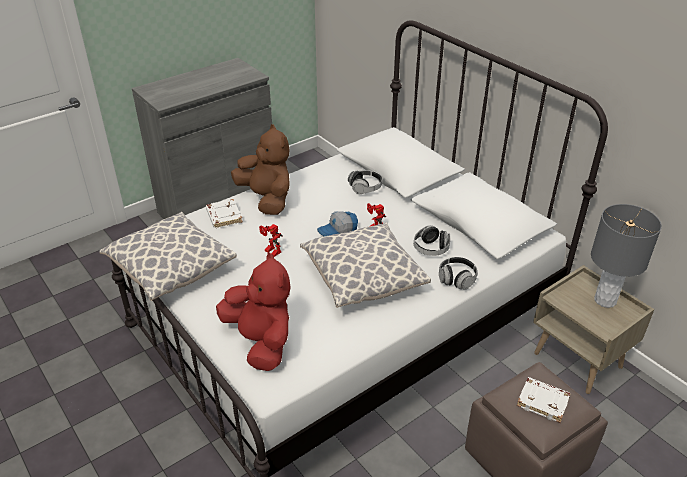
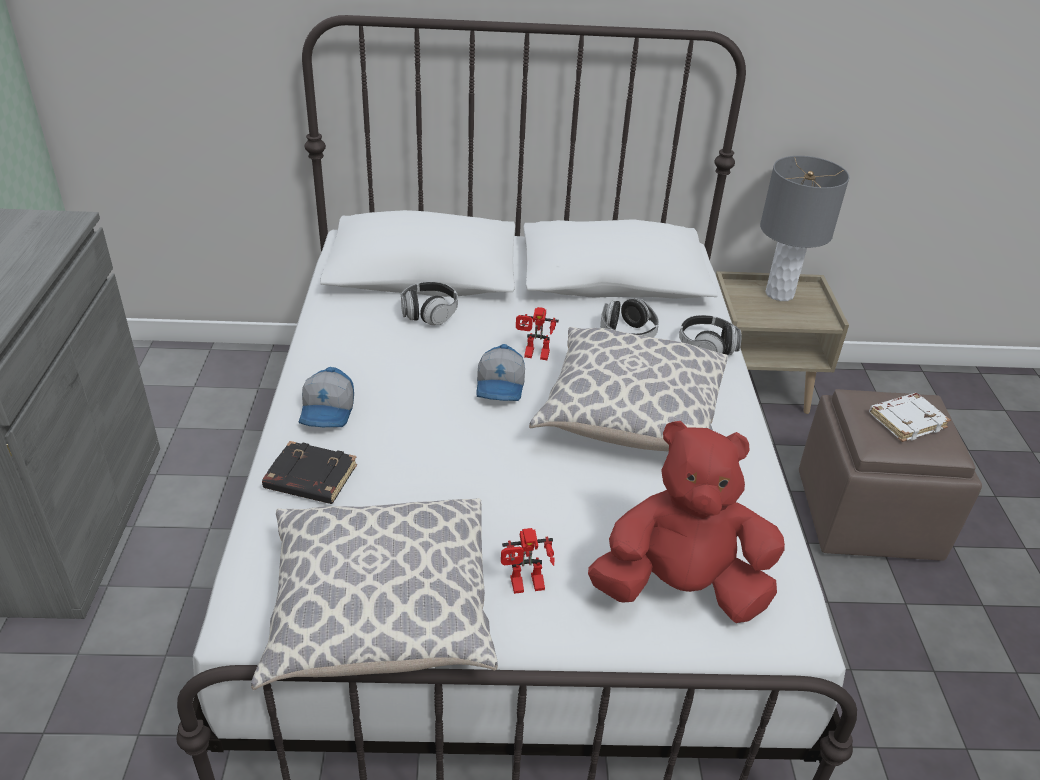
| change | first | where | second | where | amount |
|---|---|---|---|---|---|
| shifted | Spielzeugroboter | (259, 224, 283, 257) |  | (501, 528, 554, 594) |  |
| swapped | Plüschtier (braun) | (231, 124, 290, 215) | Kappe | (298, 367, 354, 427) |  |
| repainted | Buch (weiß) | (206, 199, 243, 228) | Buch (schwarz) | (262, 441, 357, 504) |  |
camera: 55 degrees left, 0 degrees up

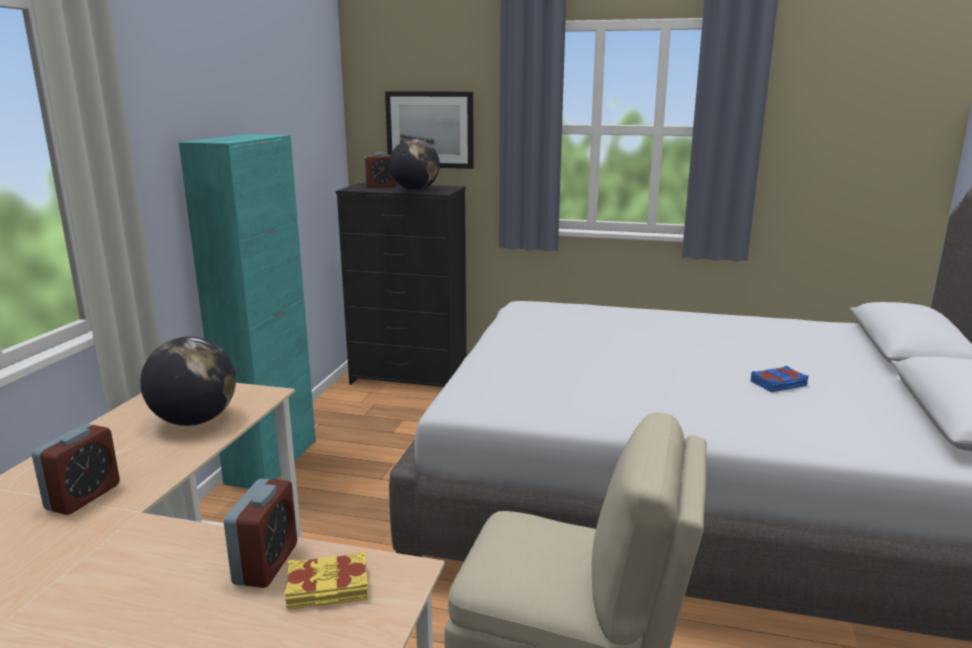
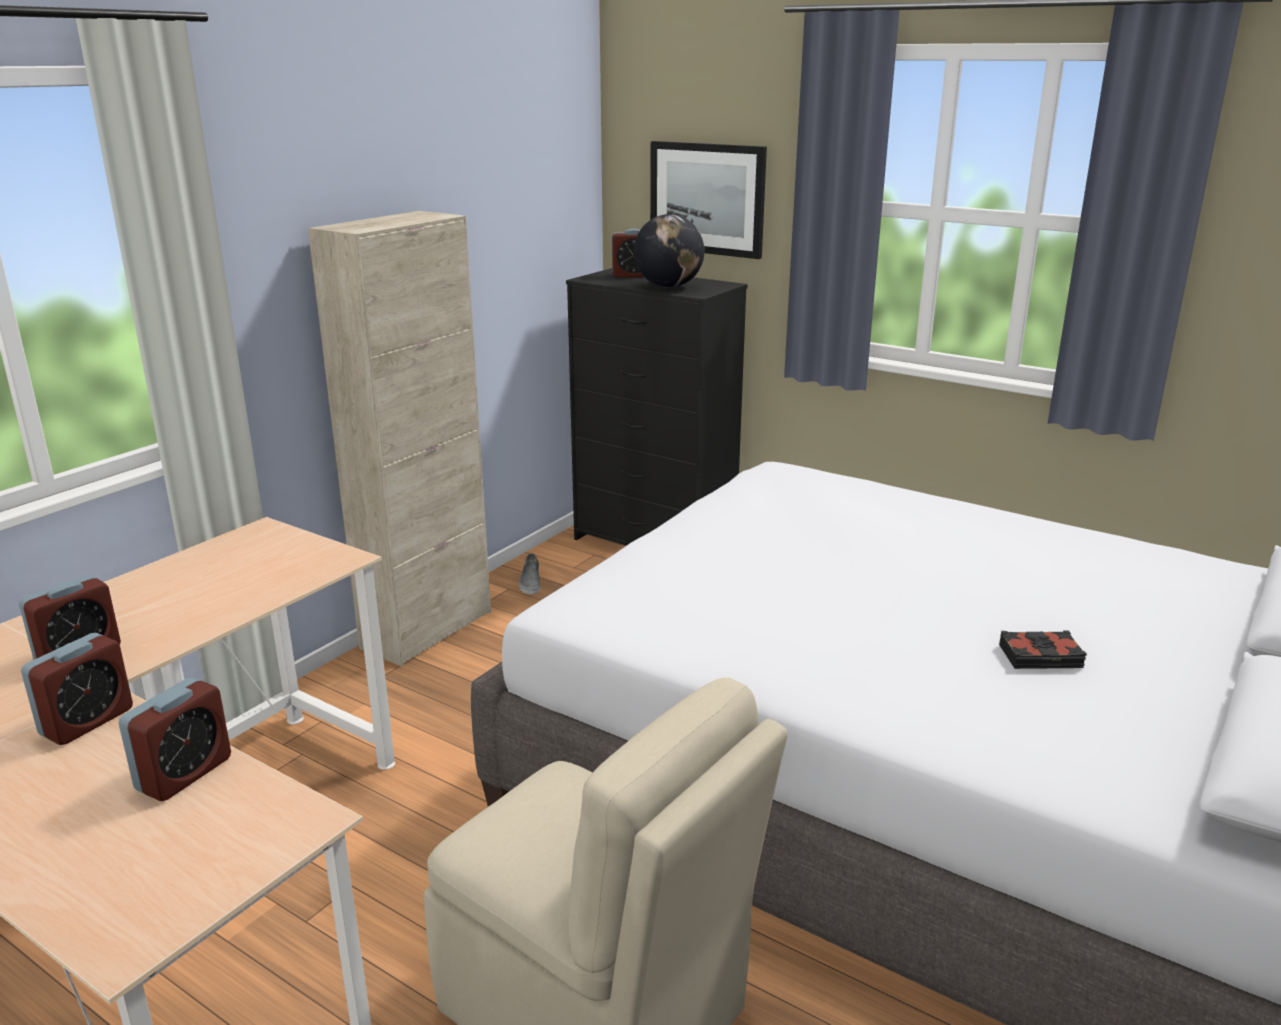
| change | first | where | second | where | amount |
|---|---|---|---|---|---|
| gone | Globus | (140, 337, 236, 426) |  |  |  |
| gone | Buch (gelb) | (285, 551, 368, 610) |  |  |  |
| new |  |  | Wecker | (21, 633, 133, 745) |  |
| new |  |  | Schuh (grau) | (520, 553, 540, 594) |  |
| repainted | Schrank (türkis) | (179, 134, 316, 488) | Schrank (beige) | (308, 211, 491, 666) |  |
| repainted | Buch (blau) | (751, 366, 809, 392) | Buch (schwarz) | (999, 630, 1087, 669) |  |
camera: 20 degrees right, 5 degrees up

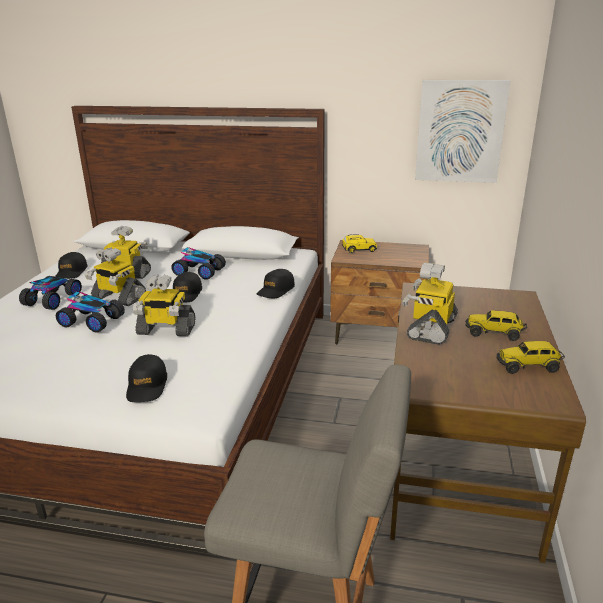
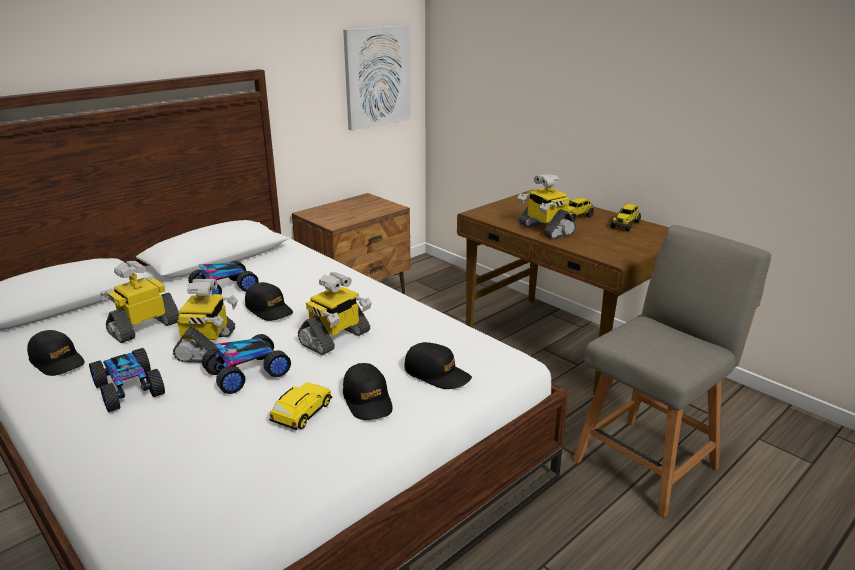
| change | first | where | second | where | amount |
|---|---|---|---|---|---|
| shifted | Kappe (schwarz) | (257, 269, 295, 298) |  | (343, 363, 393, 420) |  |
| shifted | Spielzeugauto (gelb) | (342, 234, 377, 253) |  | (269, 382, 332, 430) |  |
| rotated | Spielzeugroboter | (85, 247, 146, 306) |  | (173, 279, 238, 363) | 60 degrees counterclockwise |
camera: 55 degrees left, 0 degrees up

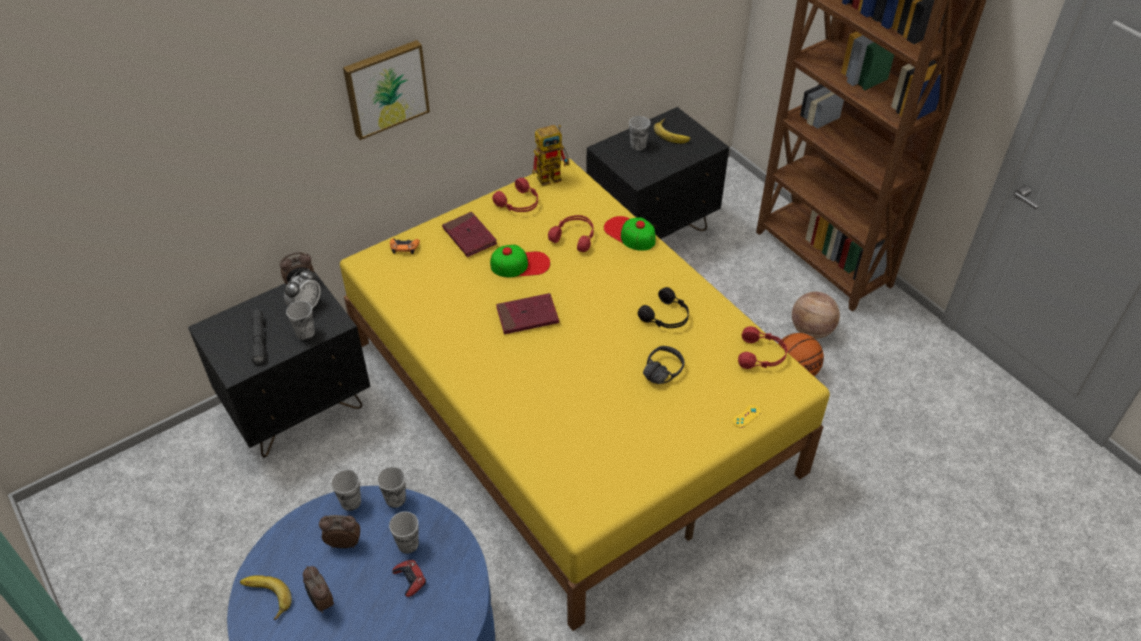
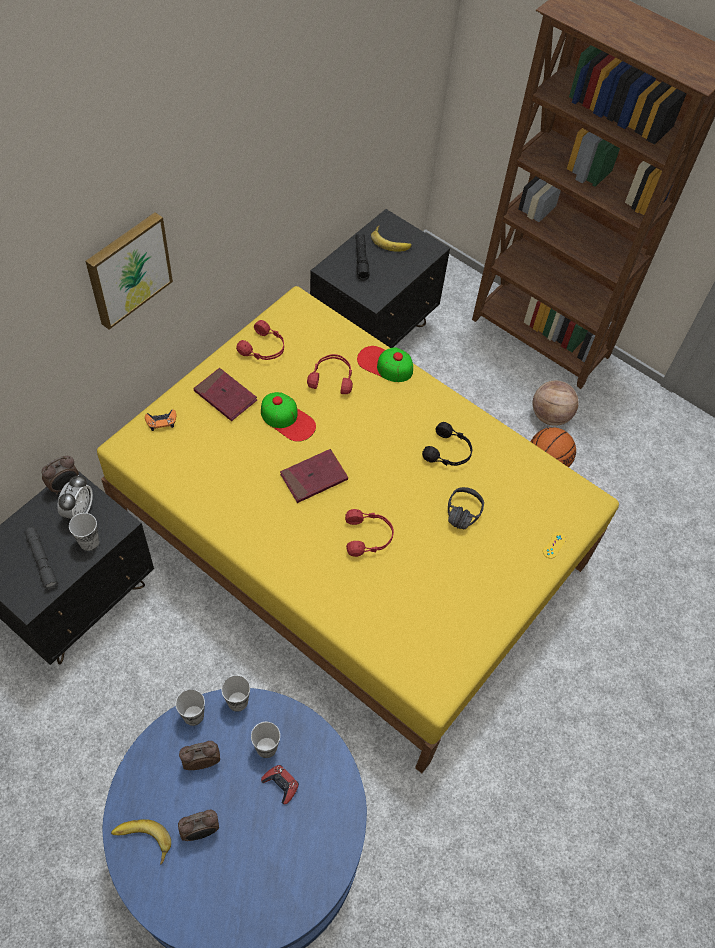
| change | first | where | second | where | amount |
|---|---|---|---|---|---|
| gone | Spielzeugroboter | (532, 125, 570, 186) |  |  |  |
| shifted | Kopfhörer (rot) | (738, 326, 787, 369) |  | (345, 509, 394, 557) |  |
| swapped | Tasse | (629, 116, 650, 151) | Taschenlampe (schwarz) | (355, 234, 370, 280) |  |
| rotated | Wecker | (303, 566, 334, 613) |  | (178, 810, 219, 841) | 60 degrees counterclockwise |
| rotated | Kappe | (490, 244, 550, 277) |  | (261, 392, 316, 442) | 60 degrees clockwise |
camera: 20 degrees left, 10 degrees up

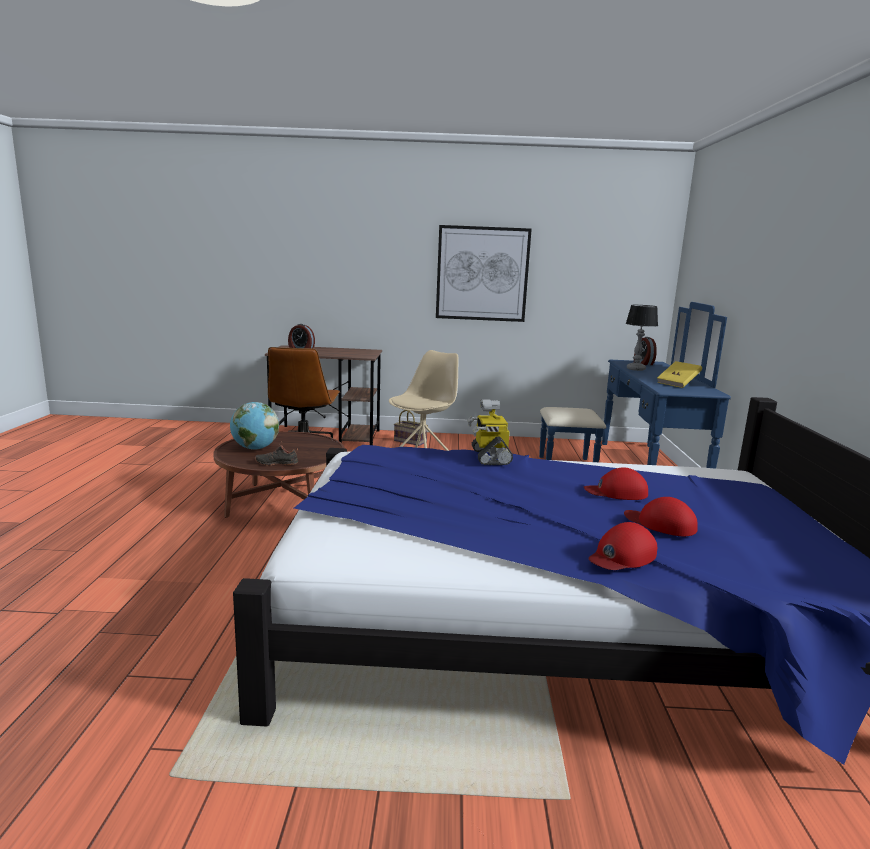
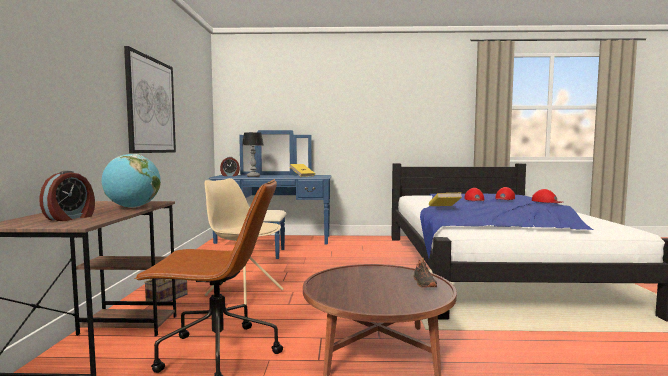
| change | first | where | second | where | amount |
|---|---|---|---|---|---|
| shifted | Globus | (230, 402, 279, 450) |  | (102, 154, 161, 208) |  |
| swapped | Spielzeugroboter | (467, 400, 513, 465) | Buch (gelb) | (429, 193, 462, 206) |  |
camera: 90 degrees left, 10 degrees down

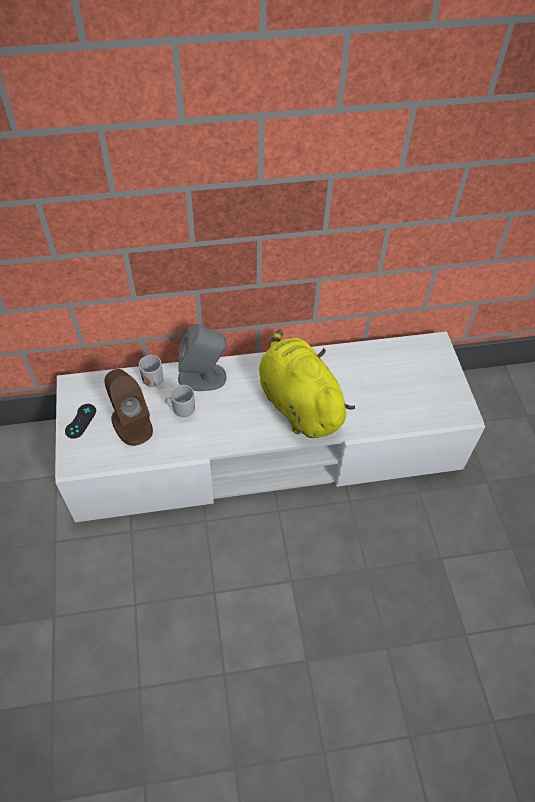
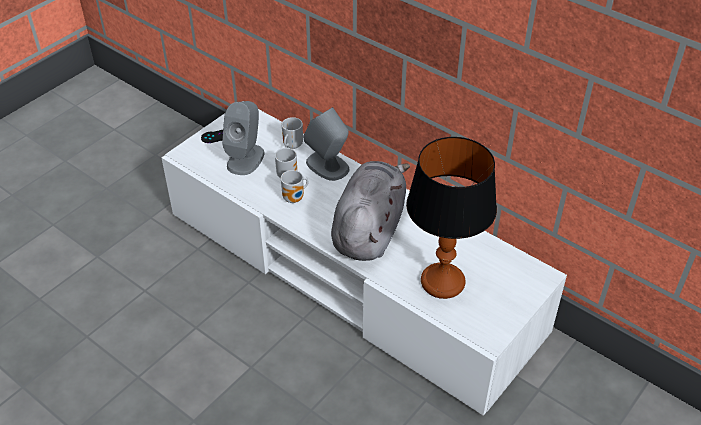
| change | first | where | second | where | amount |
|---|---|---|---|---|---|
| new |  |  | Henkelbecher | (281, 170, 309, 203) |  |
| new |  |  | Tischlampe | (406, 137, 497, 299) |  |
| repainted | Lautsprecher (braun) | (104, 369, 153, 446) | Lautsprecher (grau) | (222, 101, 264, 175) |  |
| repainted | Plüschtier (gelb) | (259, 329, 355, 438) | Plüschtier (grau) | (331, 161, 410, 261) |  |
camera: 50 degrees right, 10 degrees down

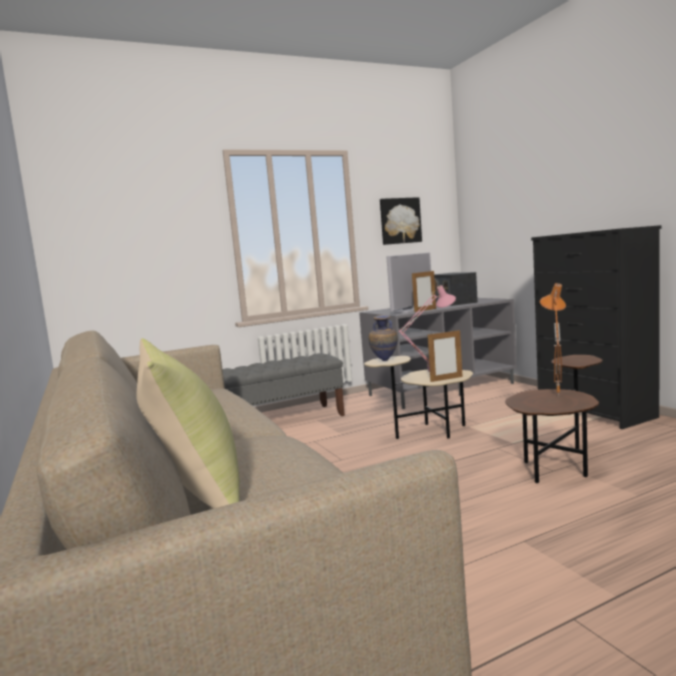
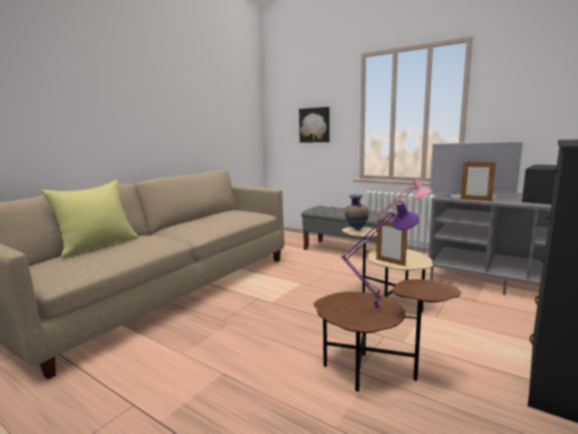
| change | first | where | second | where | amount |
|---|---|---|---|---|---|
| shifted | Bild | (380, 197, 422, 245) |  | (299, 107, 330, 142) |  |
| repainted | Tischlampe (orange) | (540, 283, 566, 396) | Tischlampe (lila) | (341, 201, 419, 310) |  |
camera: 60 degrees right, 5 degrees up

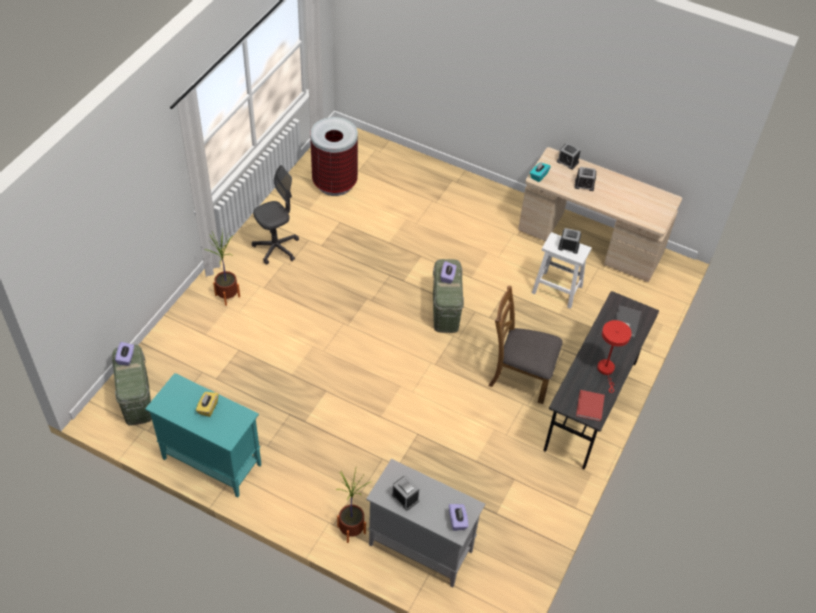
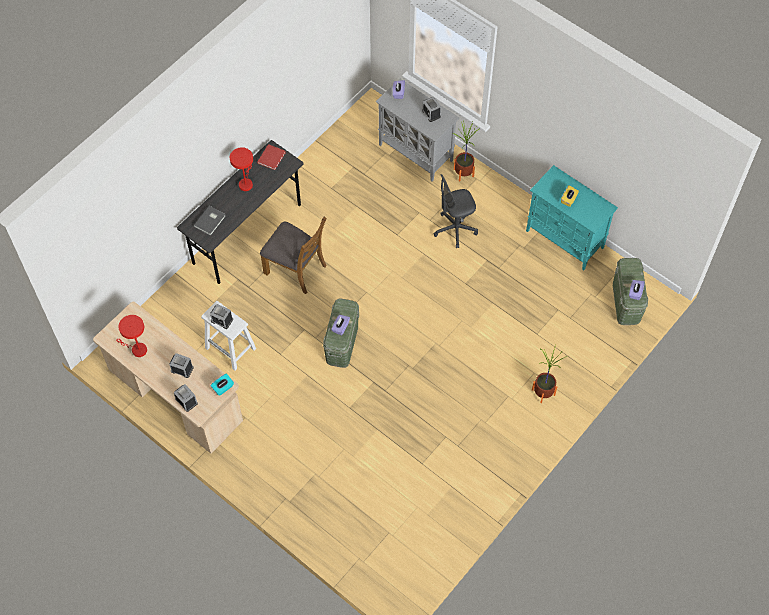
| change | first | where | second | where | amount |
|---|---|---|---|---|---|
| gone | Mülleimer | (310, 117, 358, 196) |  |  |  |
| new |  |  | Tischlampe (rot) | (116, 315, 147, 357) |  |
| shifted | Bürostuhl (grau) | (252, 165, 299, 265) |  | (433, 174, 478, 248) |  |
camera: 165 degrees left, 10 degrees up

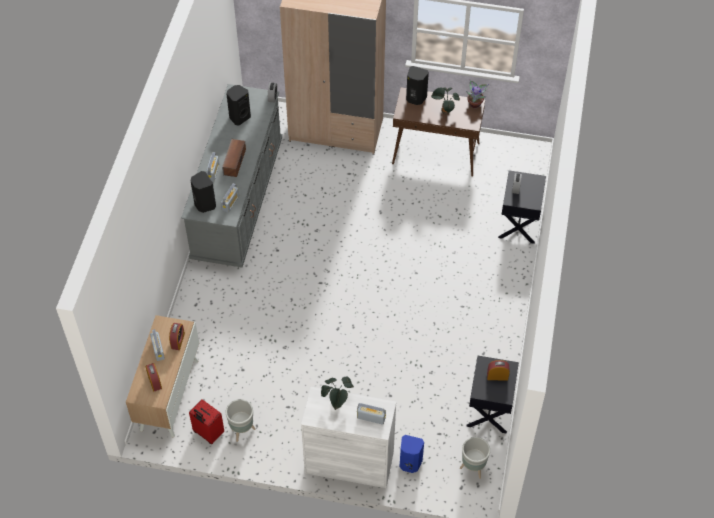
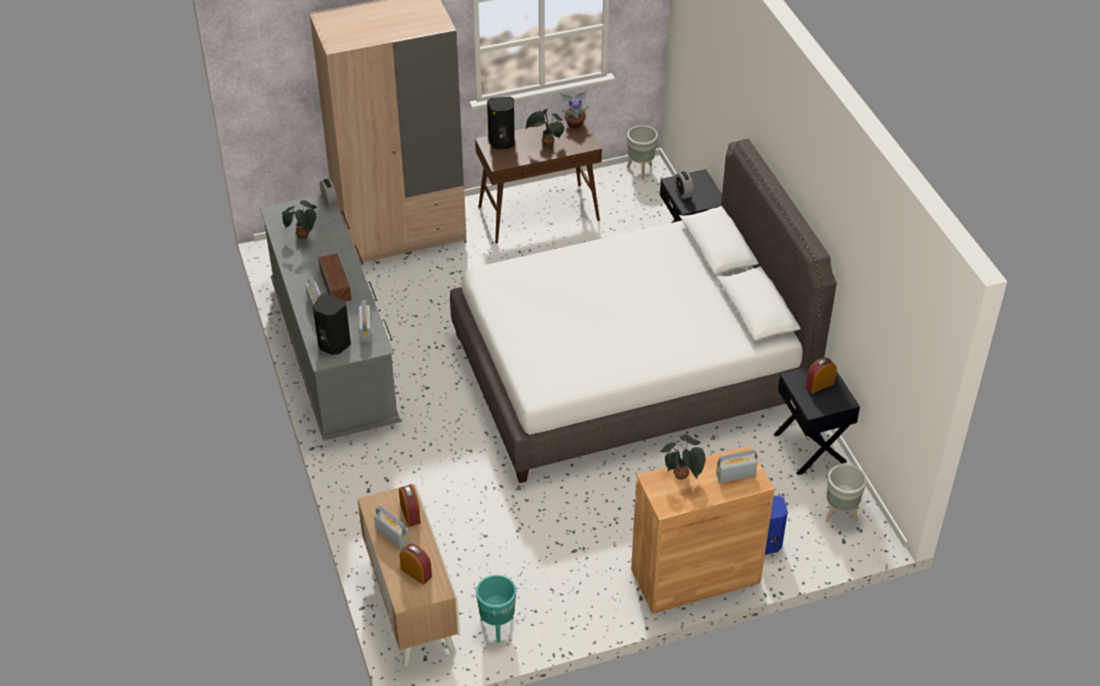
| change | first | where | second | where | amount |
|---|---|---|---|---|---|
| new |  |  | Bett (weiß) | (450, 139, 837, 483) |  |
| shifted | Pflanzkübel (grau) | (226, 399, 255, 442) |  | (627, 125, 658, 180) |  |
| swapped | Koffer (rot) | (189, 399, 224, 444) | Pflanzkübel (türkis) | (476, 575, 516, 643) |  |
| swapped | Lautsprecher (schwarz) | (226, 85, 251, 125) | Topfpflanze | (282, 200, 317, 239) |  |
| repainted | Schrank (weiß) | (301, 387, 396, 488) | Schrank (braun) | (631, 445, 775, 614) |  |
camera: 30 degrees left, 10 degrees down

